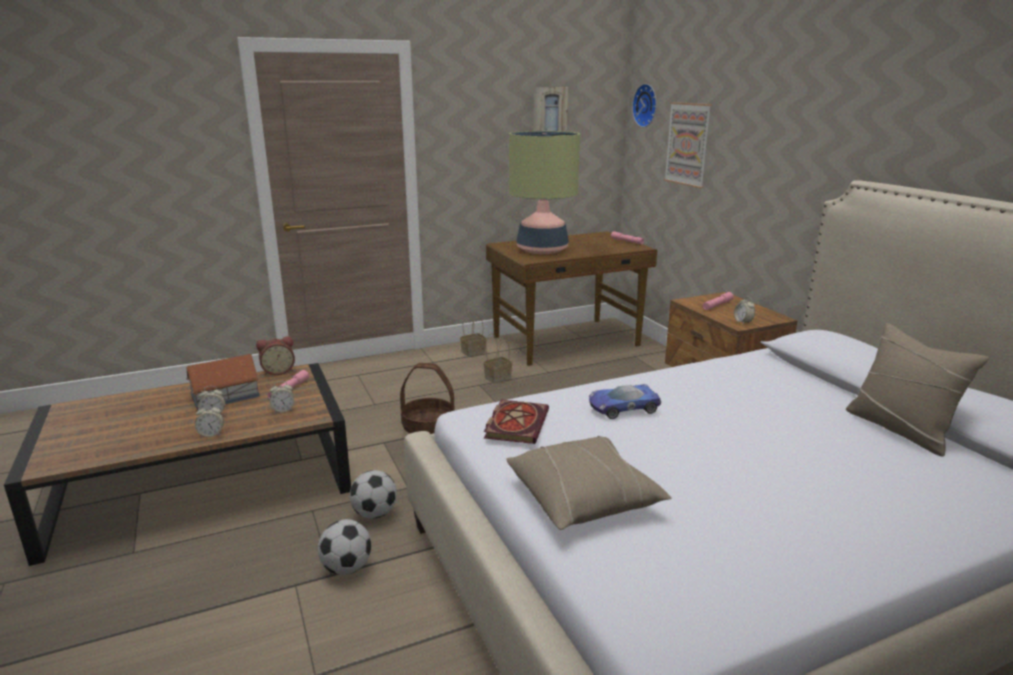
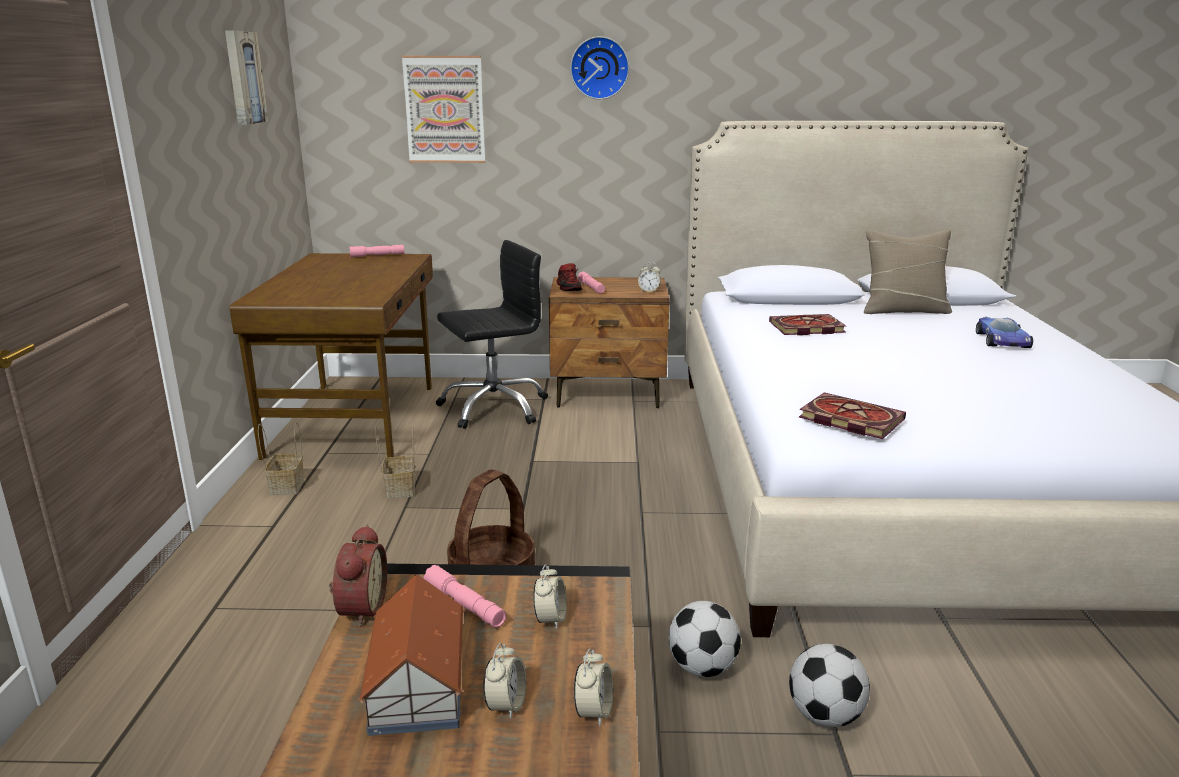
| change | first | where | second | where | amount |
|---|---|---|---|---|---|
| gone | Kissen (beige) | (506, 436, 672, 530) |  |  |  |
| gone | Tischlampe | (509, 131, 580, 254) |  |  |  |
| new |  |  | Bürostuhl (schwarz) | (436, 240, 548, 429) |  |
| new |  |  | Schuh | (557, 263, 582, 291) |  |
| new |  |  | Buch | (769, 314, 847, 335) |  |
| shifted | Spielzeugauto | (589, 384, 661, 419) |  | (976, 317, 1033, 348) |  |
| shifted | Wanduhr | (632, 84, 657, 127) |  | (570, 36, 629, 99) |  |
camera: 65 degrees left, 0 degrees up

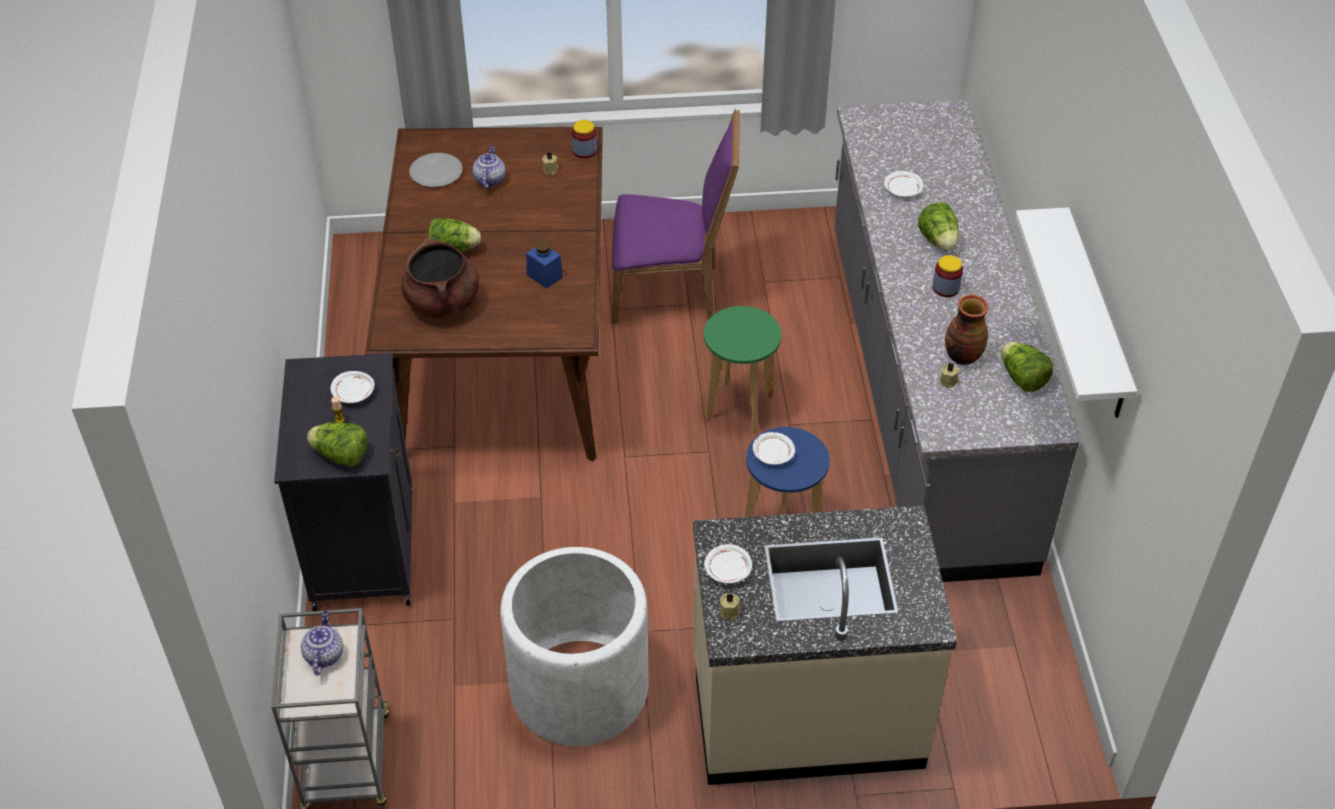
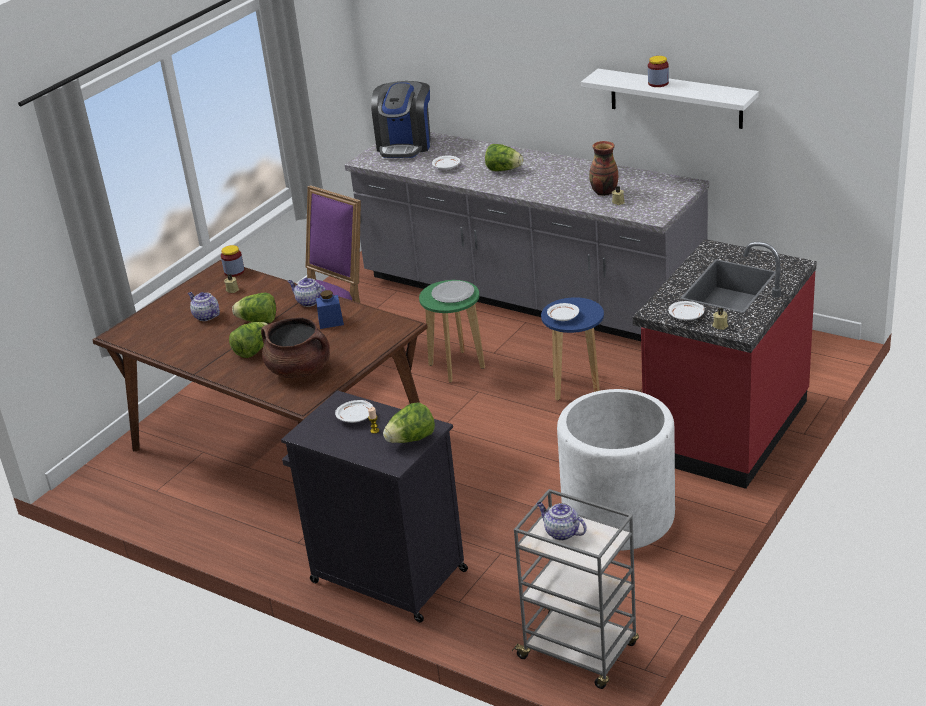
| change | first | where | second | where | amount |
|---|---|---|---|---|---|
| new |  |  | Teekanne | (287, 278, 326, 307) |  |
| new |  |  | Kaffeemaschine | (371, 81, 431, 158) |  |
| shifted | Teller | (409, 153, 463, 187) |  | (431, 281, 474, 303) |  |
| shifted | Vorratsglas | (933, 255, 963, 297) |  | (648, 56, 669, 87) |  |
| shifted | Salatkopf | (1001, 342, 1053, 392) |  | (232, 293, 276, 323) |  |
| repainted | Küchenzeile (beige) | (693, 505, 957, 785) | Küchenzeile (rot) | (633, 239, 817, 489) |  |
camera: 50 degrees left, 15 degrees down

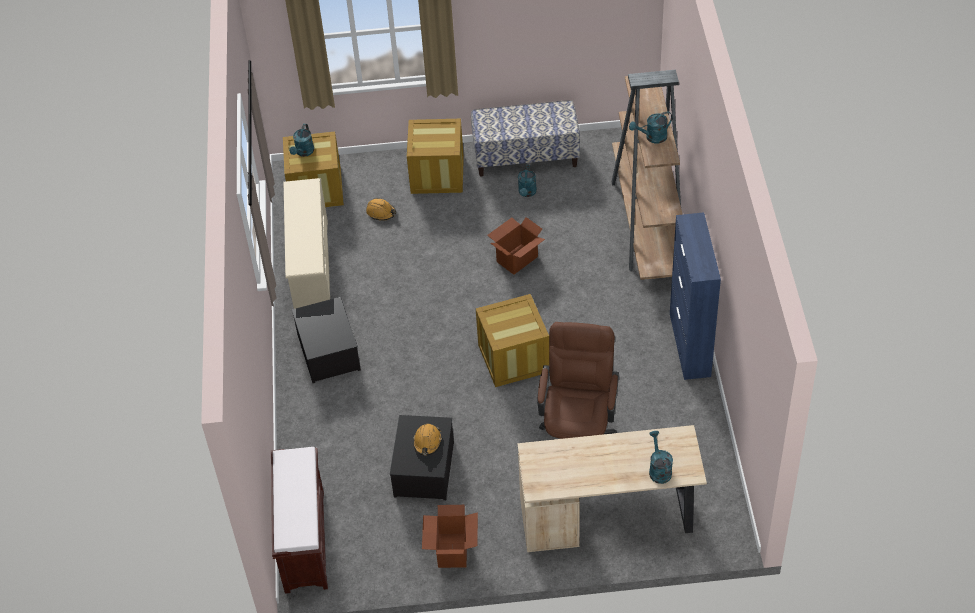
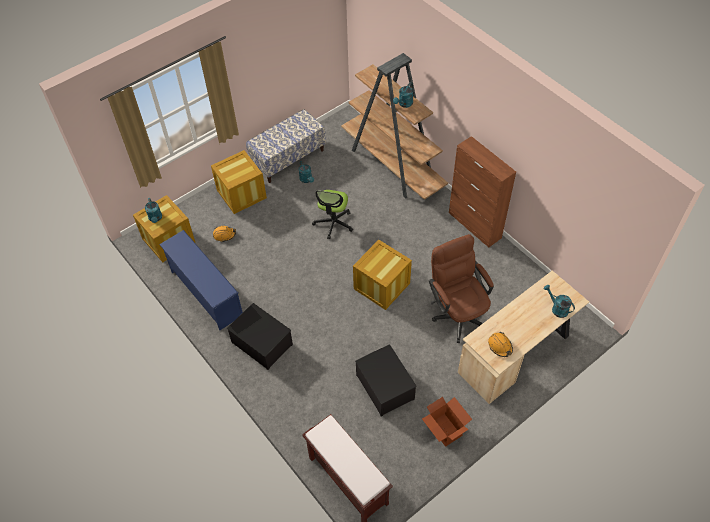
| change | first | where | second | where | amount |
|---|---|---|---|---|---|
| shifted | Schutzhelm (orange) | (413, 424, 442, 456) |  | (488, 332, 513, 357) |  |
| swapped | Karton | (487, 217, 545, 275) | Bürostuhl | (312, 190, 353, 239) |  |
| repainted | Schuhregal (beige) | (283, 178, 330, 309) | Schuhregal (blau) | (159, 230, 243, 330) |  |
| repainted | Schrank (blau) | (670, 212, 721, 380) | Schrank (braun) | (449, 136, 516, 248) |  |
camera: 35 degrees left, 5 degrees up

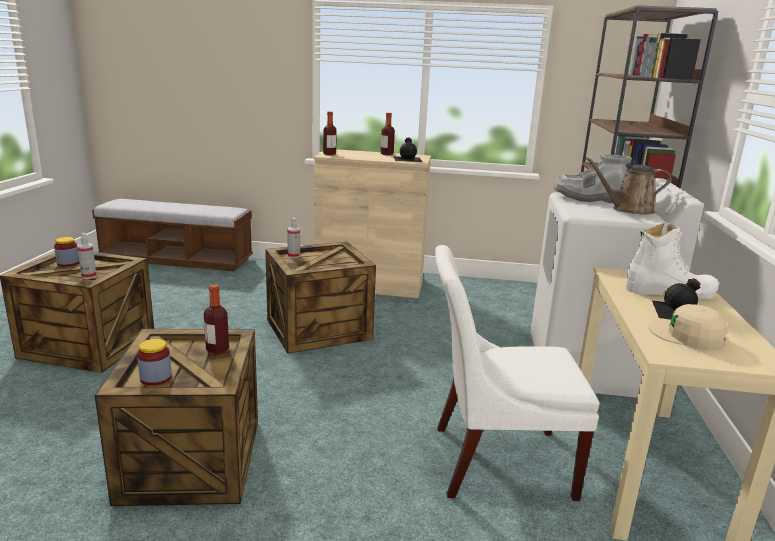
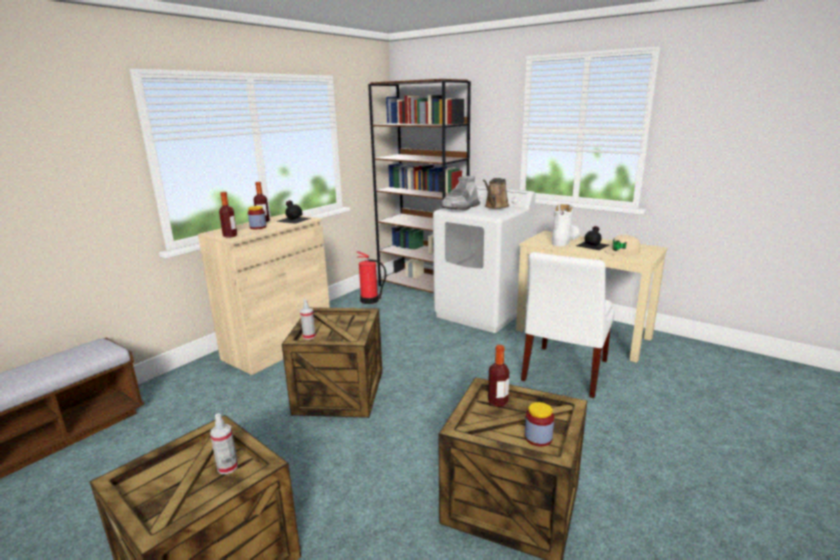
| change | first | where | second | where | amount |
|---|---|---|---|---|---|
| new |  |  | Feuerlöscher | (357, 251, 386, 304) |  |
| shifted | Vorratsglas | (54, 237, 79, 267) |  | (248, 206, 266, 229) |  |
camera: 60 degrees left, 0 degrees up

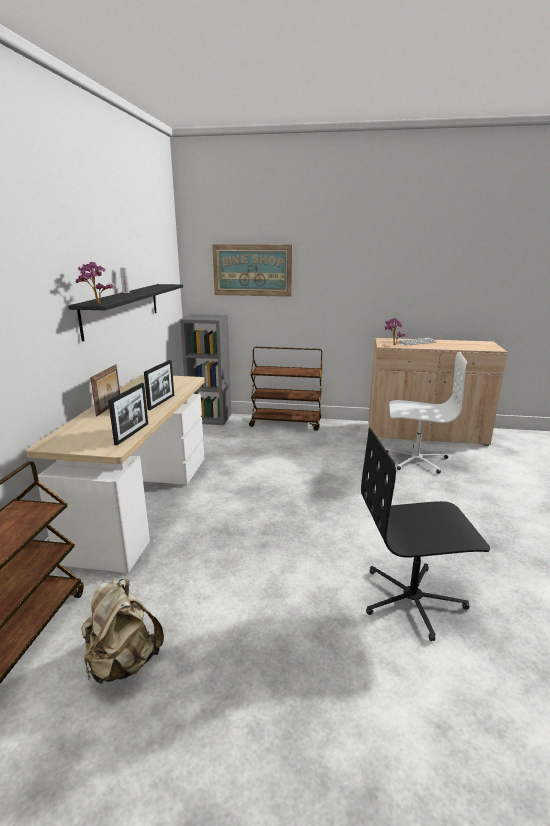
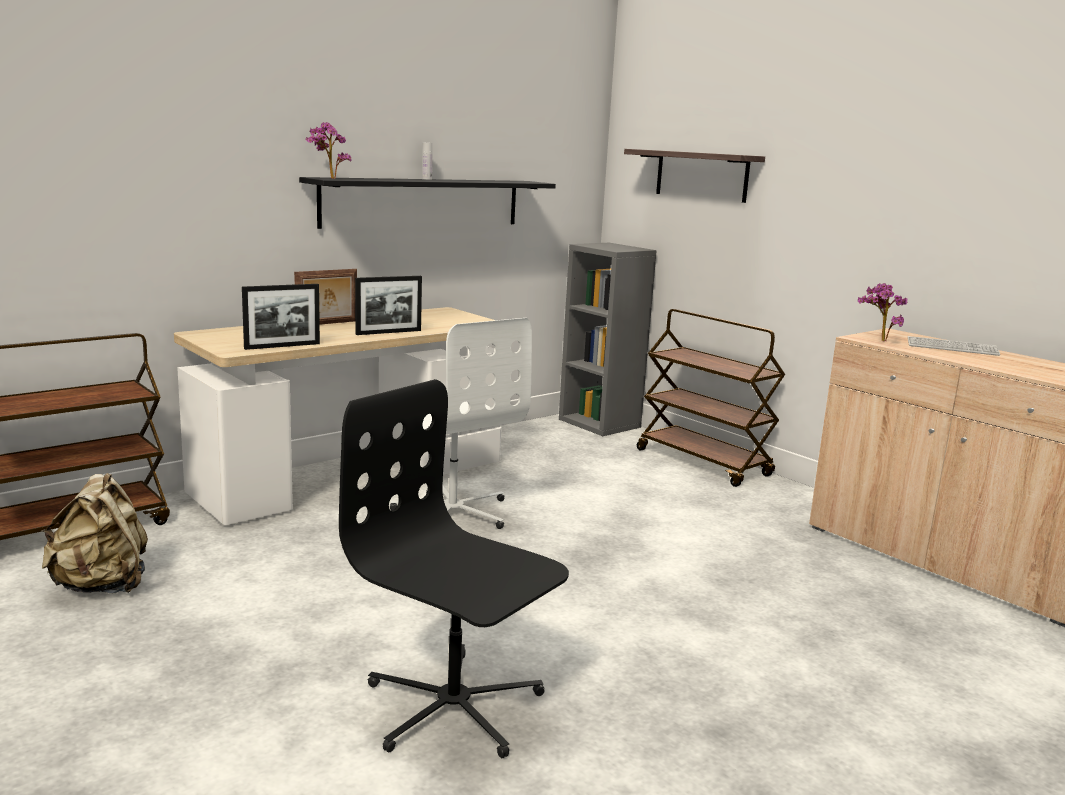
| change | first | where | second | where | amount |
|---|---|---|---|---|---|
| shifted | Bürostuhl (weiß) | (386, 352, 467, 474) |  | (390, 318, 532, 529) |  |
| swapped | Bild | (212, 244, 292, 297) | Wandregal | (624, 149, 765, 203) |  |
camera: 40 degrees right, 5 degrees down

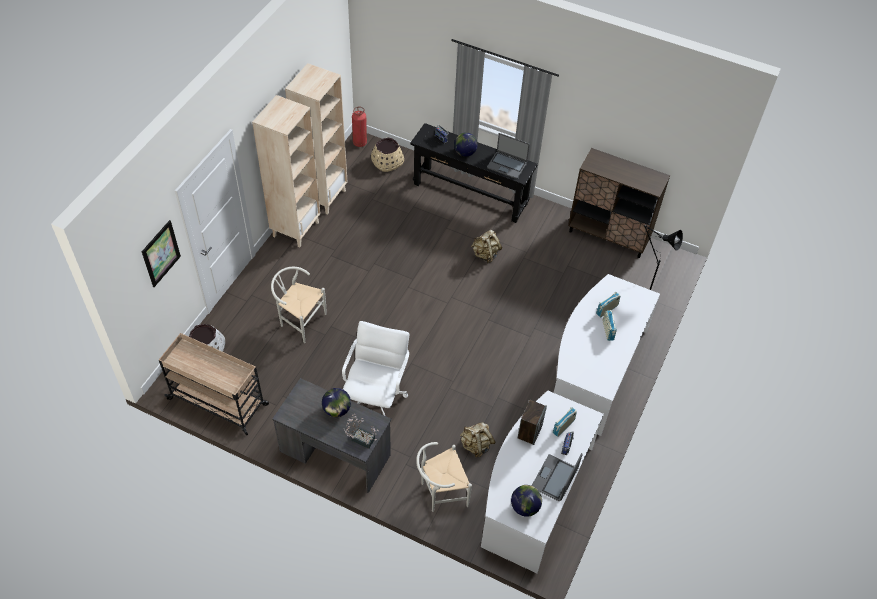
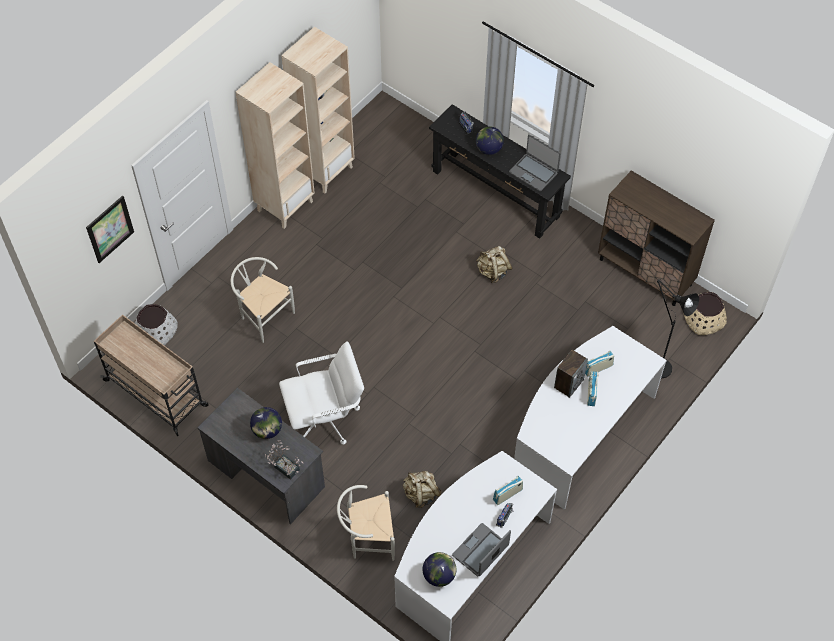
| change | first | where | second | where | amount |
|---|---|---|---|---|---|
| gone | Feuerlöscher | (352, 107, 367, 147) |  |  |  |
| shifted | Pflanzkübel (beige) | (371, 138, 404, 172) |  | (684, 292, 727, 335) |  |
| shifted | Lautsprecher | (518, 400, 547, 445) |  | (554, 350, 588, 398) |  |
| rotated | Bürostuhl (weiß) | (342, 321, 409, 416) |  | (279, 341, 364, 445) | 45 degrees clockwise |
camera: 15 degrees right, 5 degrees up

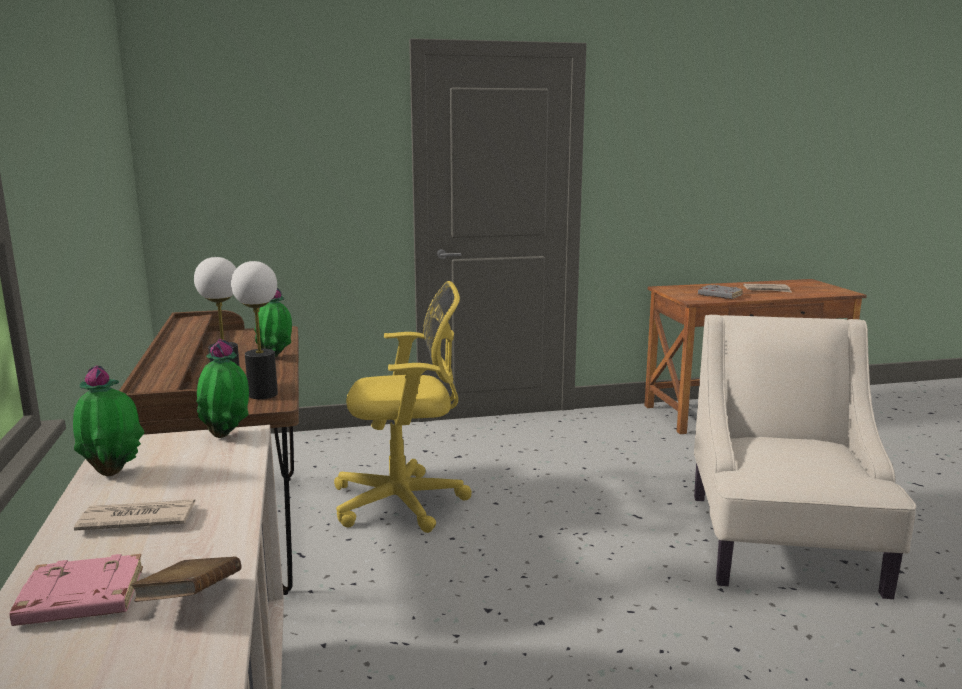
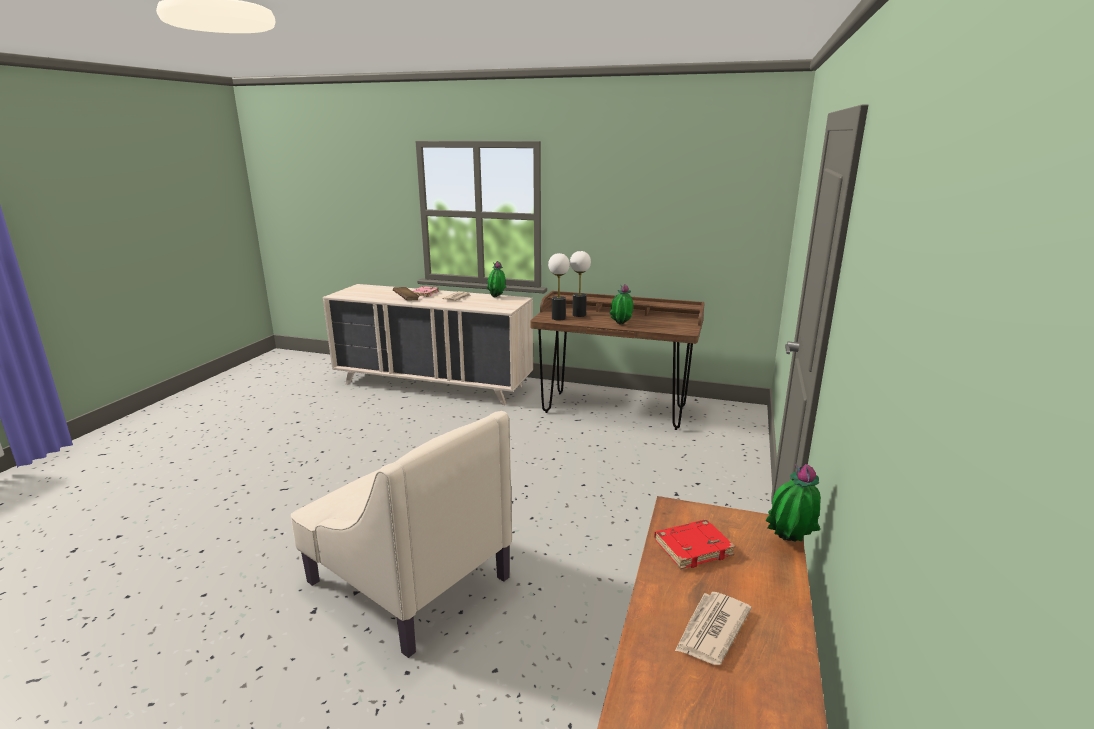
| change | first | where | second | where | amount |
|---|---|---|---|---|---|
| gone | Bürostuhl (gelb) | (334, 281, 472, 533) |  |  |  |
| shifted | Topfpflanze | (196, 339, 249, 438) |  | (766, 464, 821, 542) |  |
| repainted | Buch (grau) | (698, 285, 744, 299) | Buch (rot) | (654, 520, 735, 569) |  |
camera: 120 degrees right, 5 degrees up

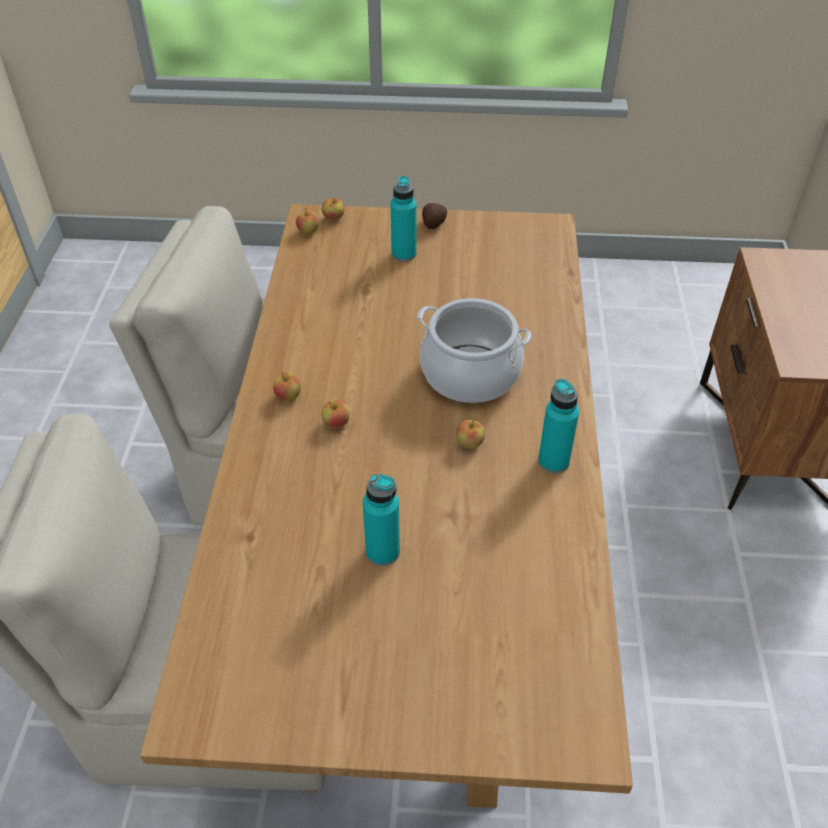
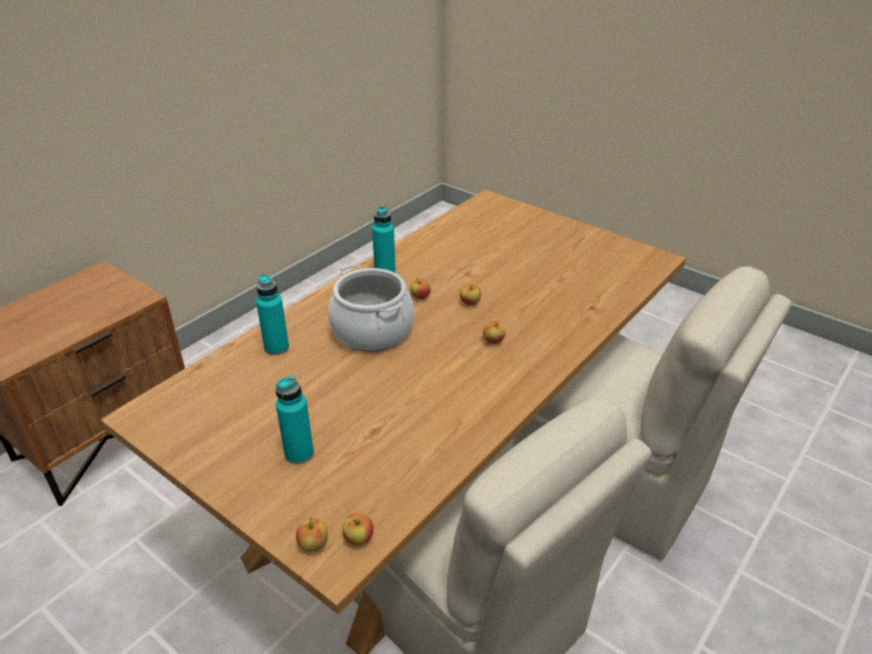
| change | first | where | second | where | amount |
|---|---|---|---|---|---|
| gone | Kartoffel | (422, 203, 447, 229) |  |  |  |
| shifted | Apfel | (273, 372, 301, 401) |  | (460, 284, 481, 305) |  |
| shifted | Flasche (türkis) | (363, 474, 400, 566) |  | (256, 274, 289, 355) |  |
camera: 145 degrees left, 10 degrees down

